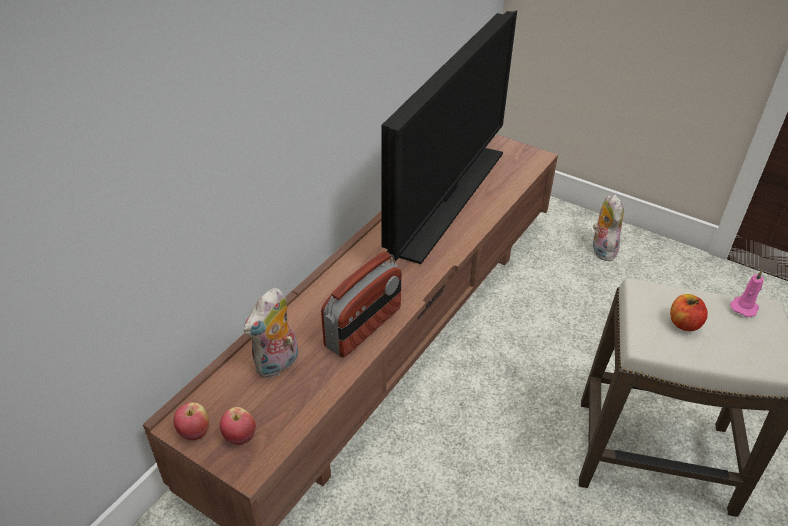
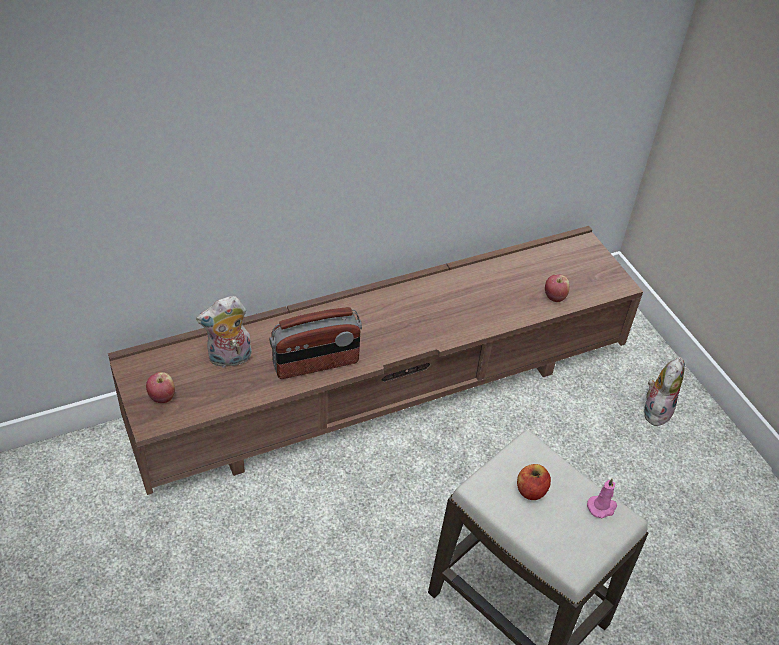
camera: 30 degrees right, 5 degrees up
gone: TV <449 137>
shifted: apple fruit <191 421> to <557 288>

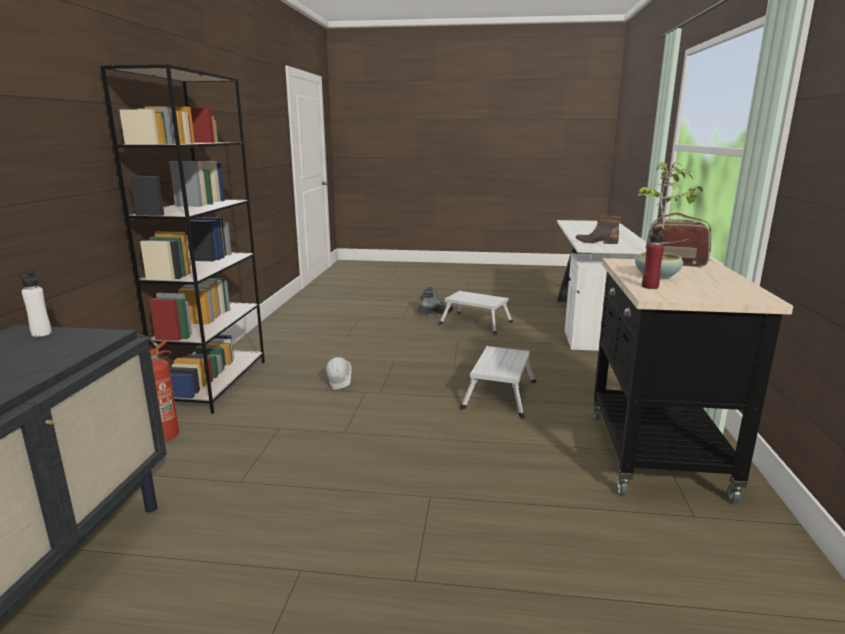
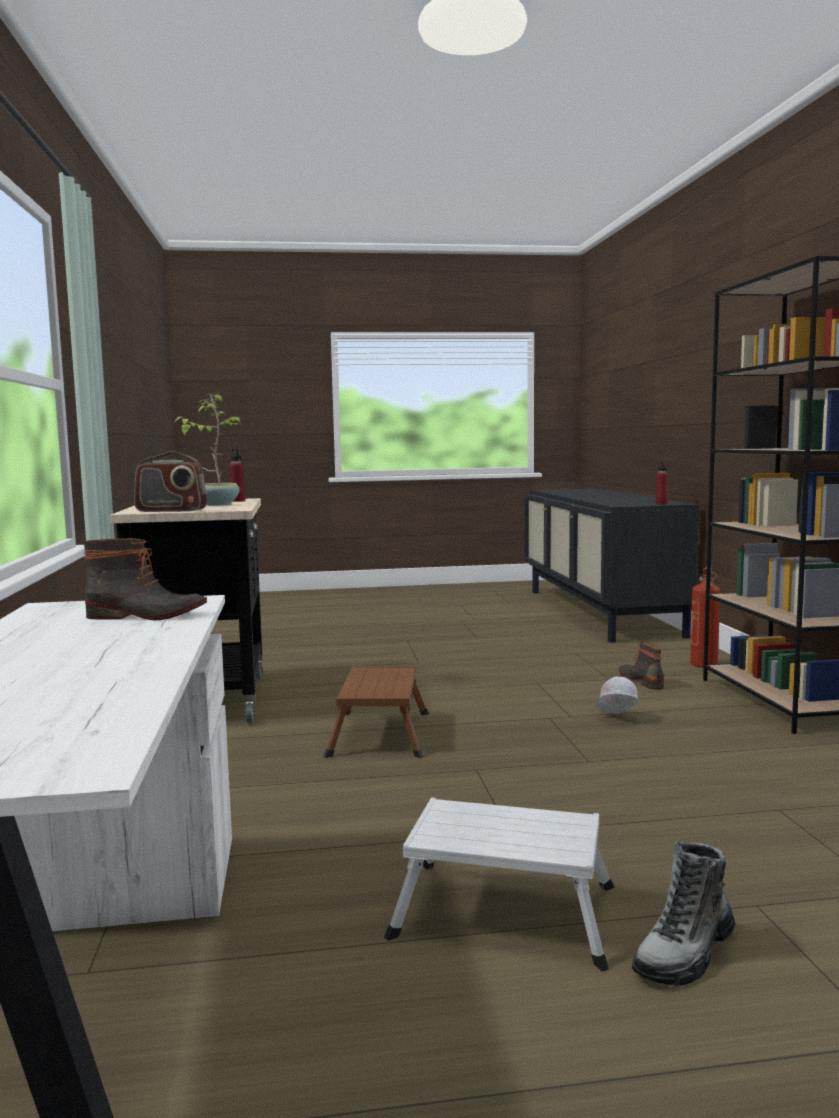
camera: 165 degrees right, 10 degrees down
new: high-top boot <641 666>
repainted: white step stool <497 382> to brown step stool <376 712>; white drink bottle <35 303> to red drink bottle <661 482>

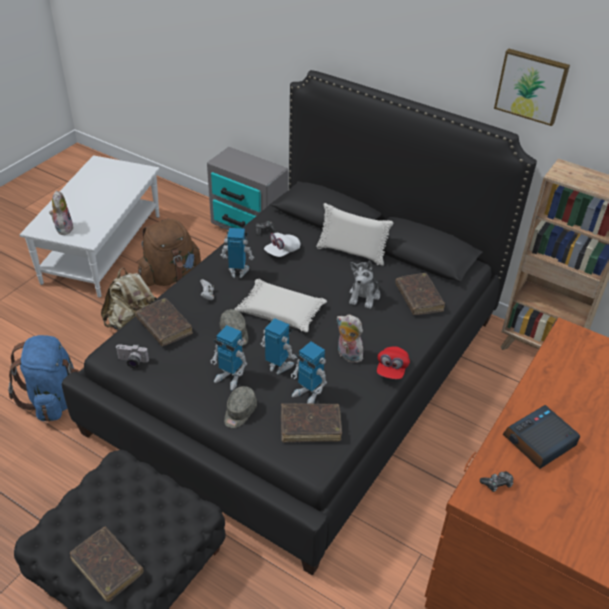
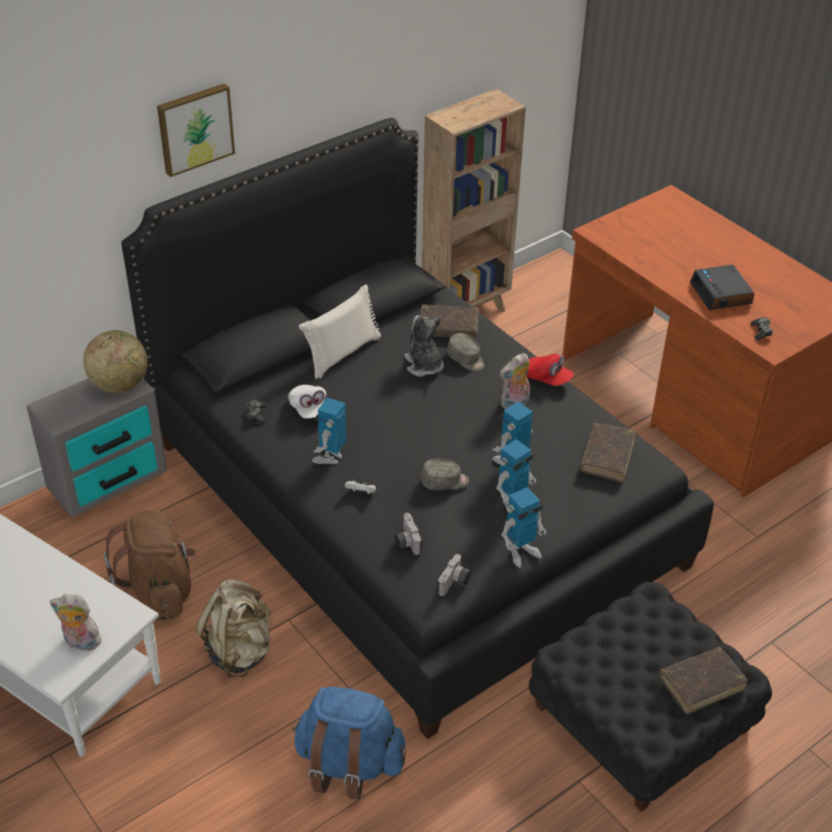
camera: 70 degrees left, 0 degrees up
gone: white pillow <280 305>
new: globe <115 361>
shifted: wall art <532 87> to <196 130>; grey baseball cap <240 407> to <465 352>; robot figure <309 373> to <523 527>
swapped: brown bound book <164 322> to still camera <408 534>
rotated: cuddly toy <364 285> = <424 346> 150 degrees counterclockwise

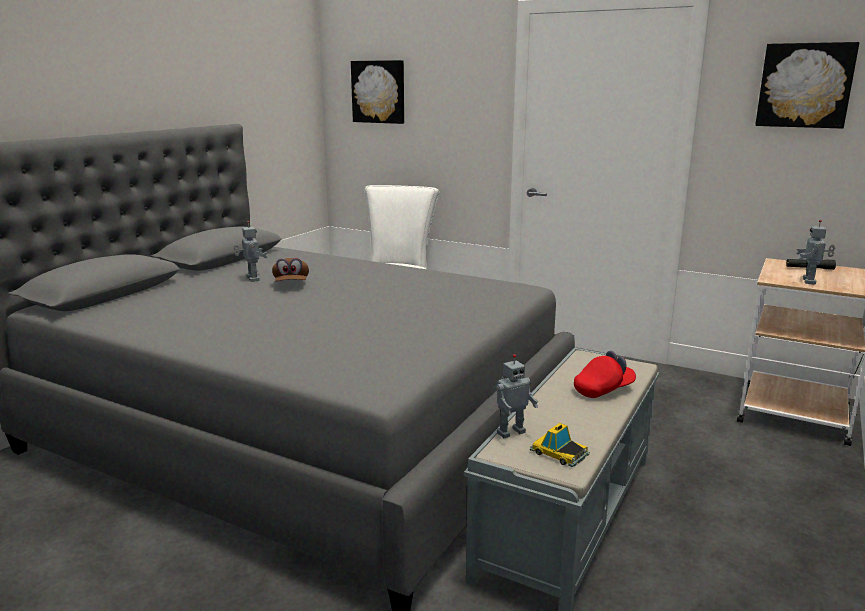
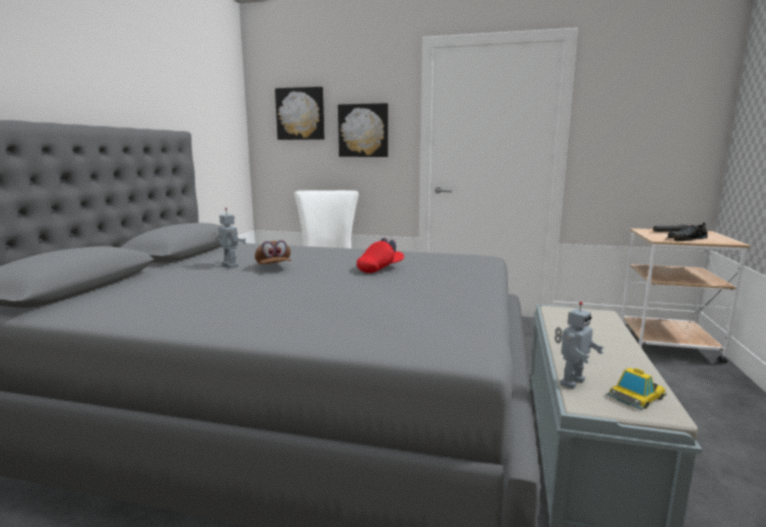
camera: 15 degrees left, 5 degrees down
shifted: wall art <807 85> to <363 130>; red baseball cap <605 374> to <380 255>
swapped: robot figure <815 252> to black low shoe <687 231>
rotated: toy car <560 445> = <637 389> 60 degrees counterclockwise

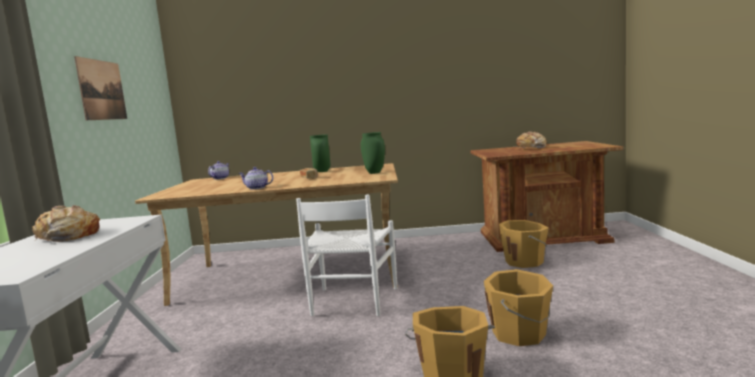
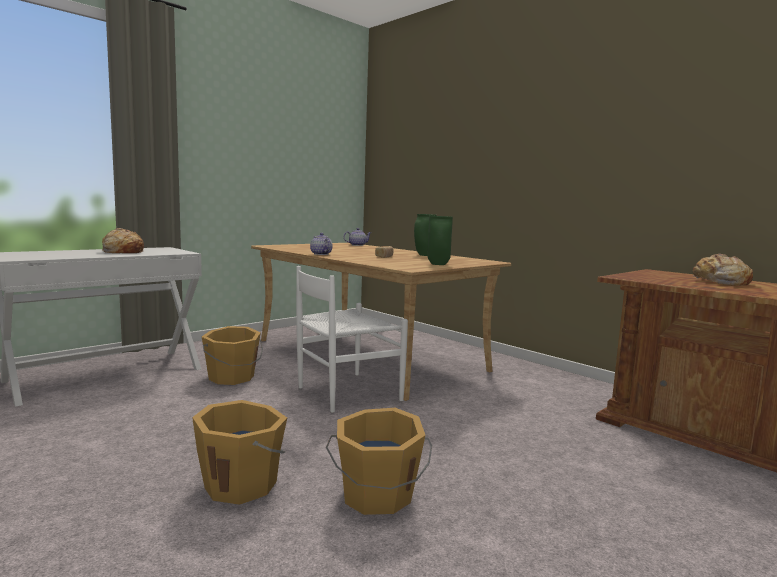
camera: 45 degrees right, 0 degrees up
gone: wall art <100 88>
shifted: orange pail <523 244> to <232 355>

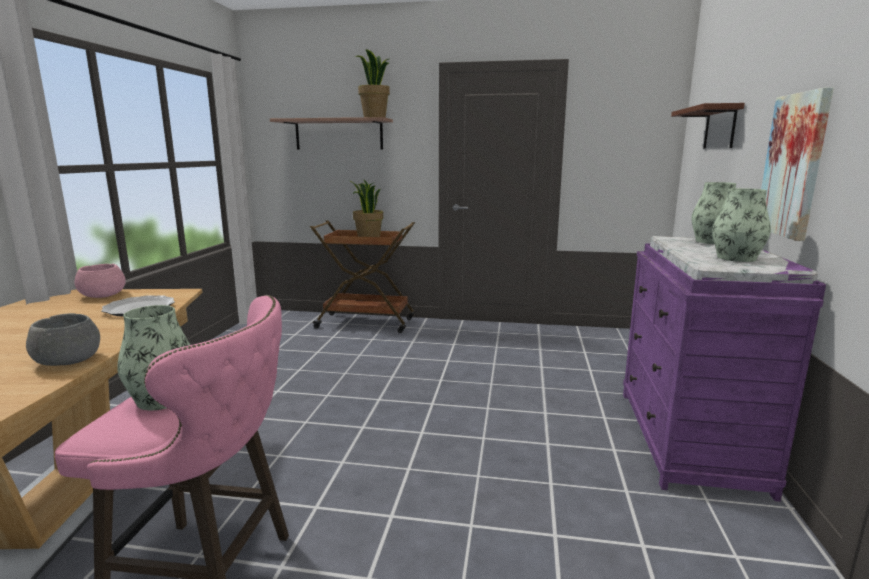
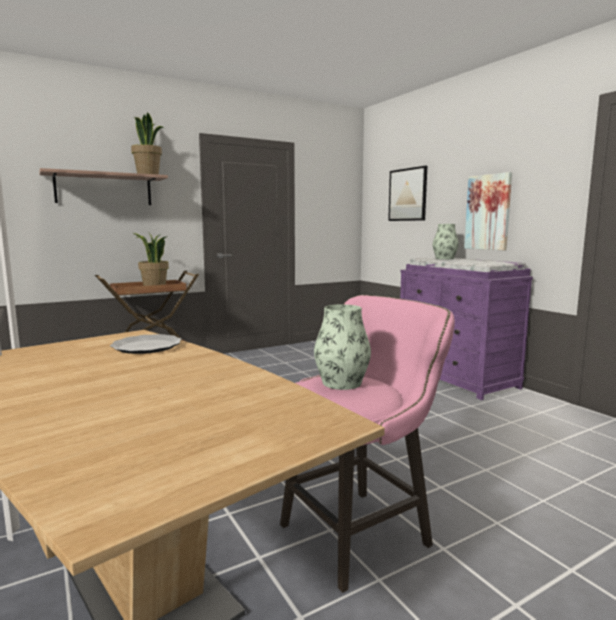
camera: 40 degrees left, 5 degrees down
gone: grey serving bowl <63 339>; pink serving bowl <100 281>; decorative vase <741 225>
swapped: brown bracket shelf <708 125> to wall art <407 193>

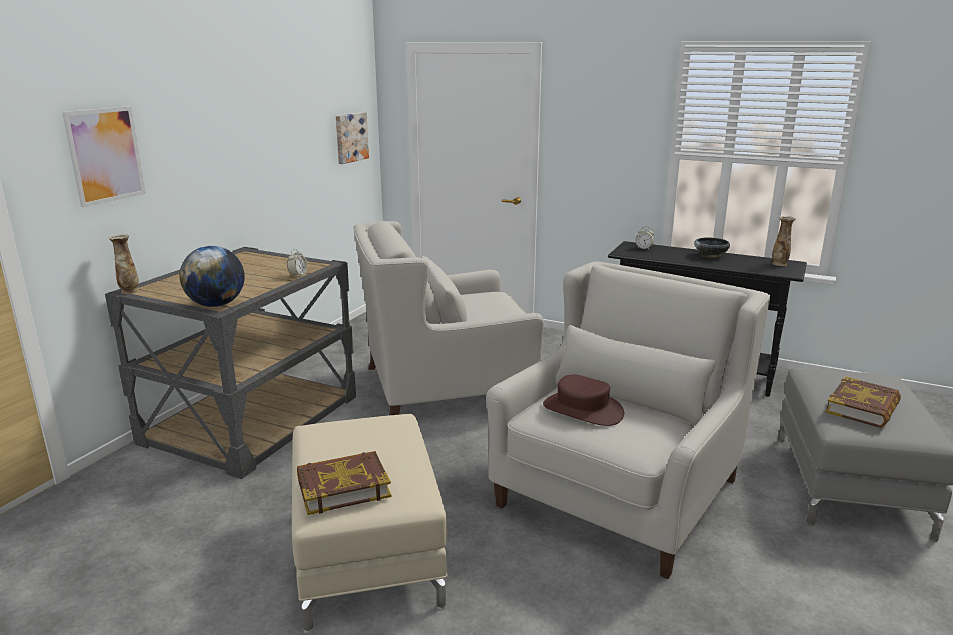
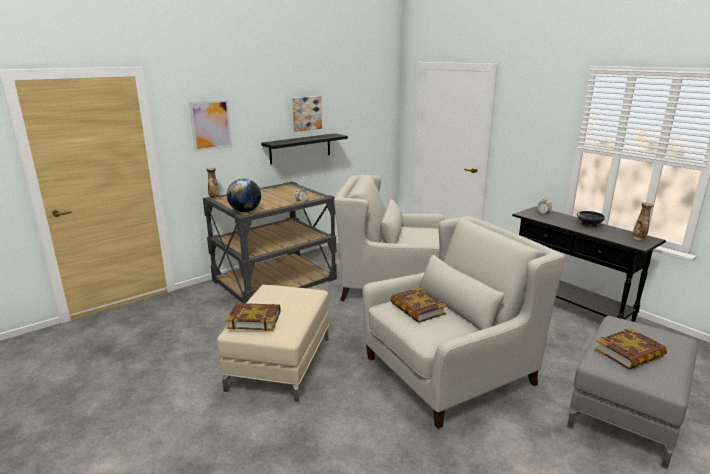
camera: 25 degrees right, 0 degrees up
new: black bracket shelf <304 148>
shifted: wall art <352 138> to <307 114>
swapped: brown clothing hat <583 400> to bound book <418 305>

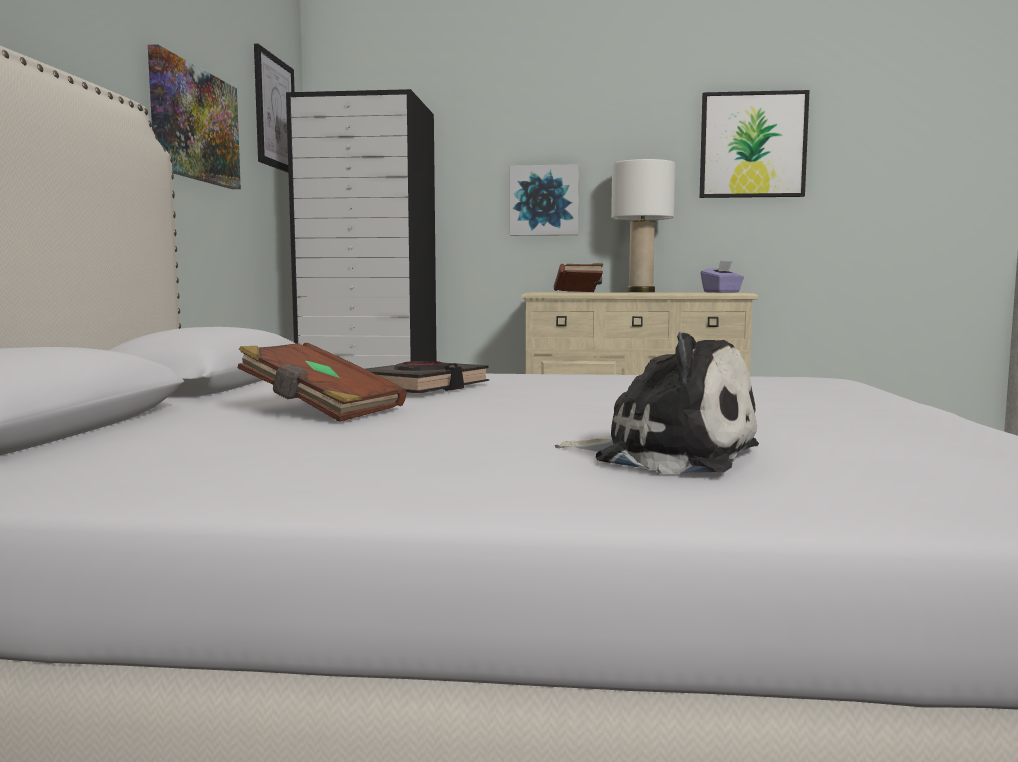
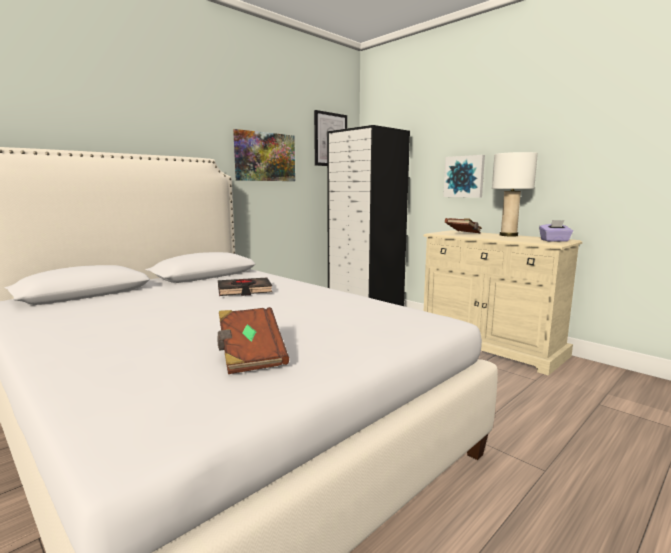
camera: 40 degrees right, 5 degrees up
gone: cuddly toy <657 403>; wall art <755 144>
shifted: brown bound book <322 382> to <253 340>

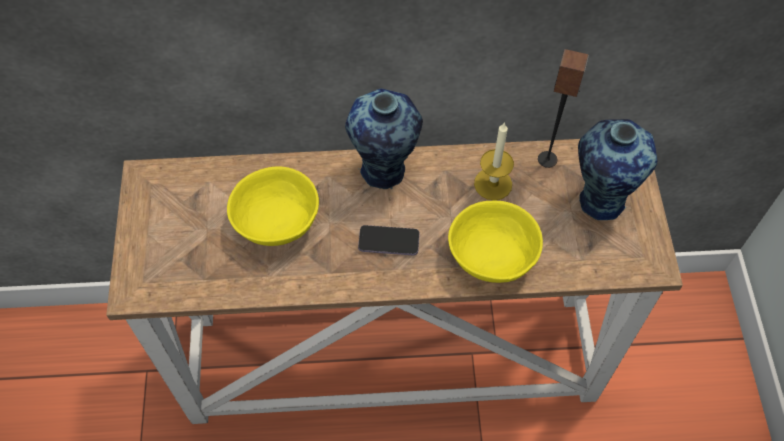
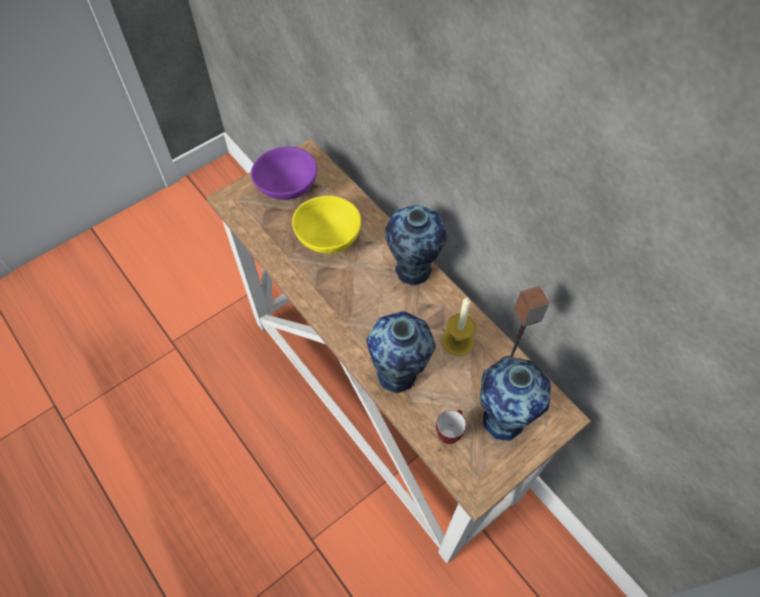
camera: 55 degrees right, 0 degrees up
gone: handset <389 240>
new: purplish serving bowl <284 173>; coffee mug <451 427>
swapped: yellow serving bowl <495 242> to decorative vase <401 352>

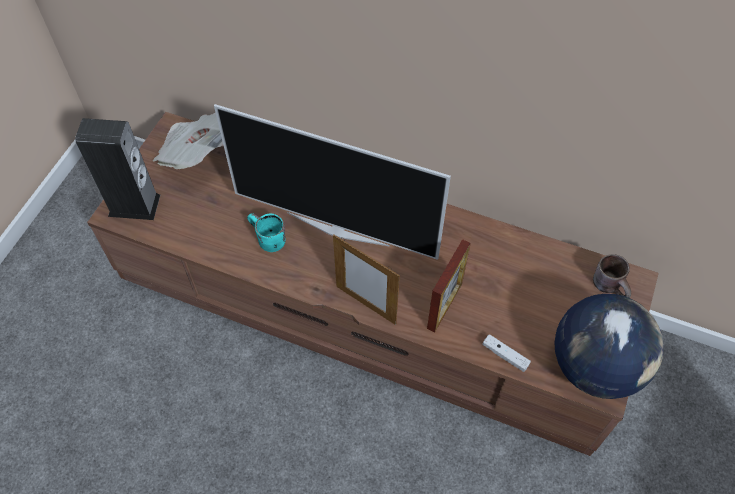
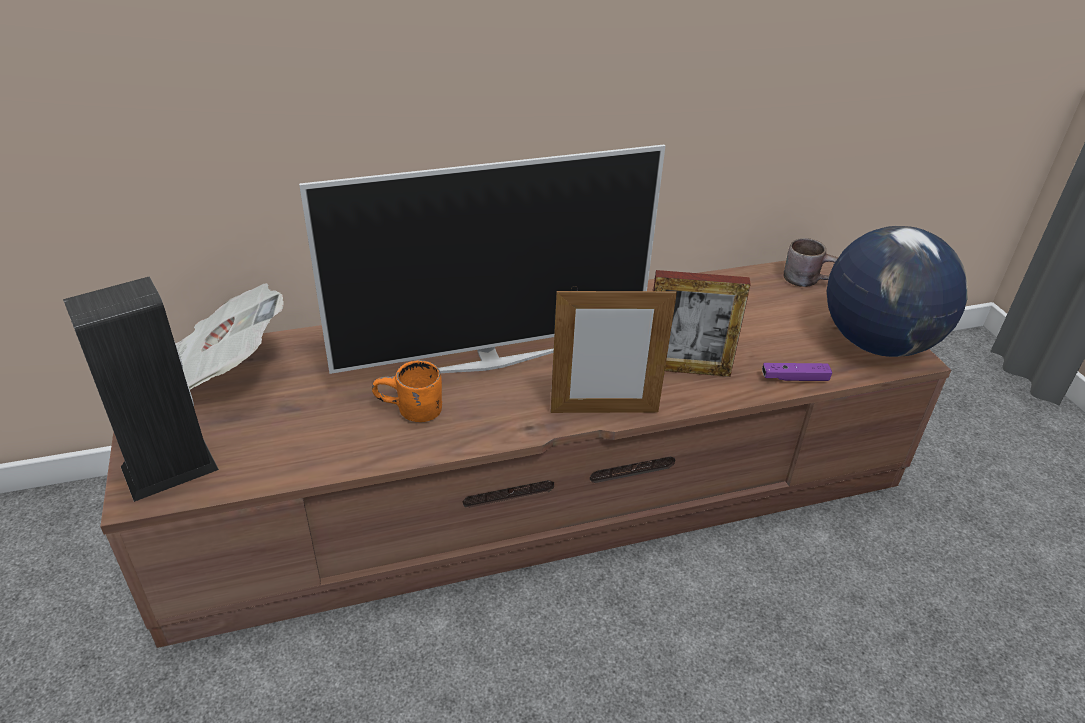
camera: 40 degrees left, 20 degrees down
repainted: turquoise-coloured coffee mug <266 232> to orange coffee mug <407 391>; white joypad <507 353> to purplish joypad <797 372>
rotated: standing frame <449 286> = <702 323> 105 degrees clockwise

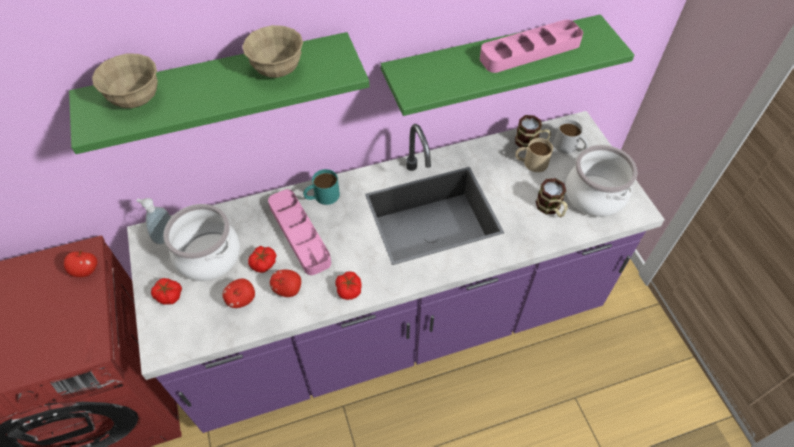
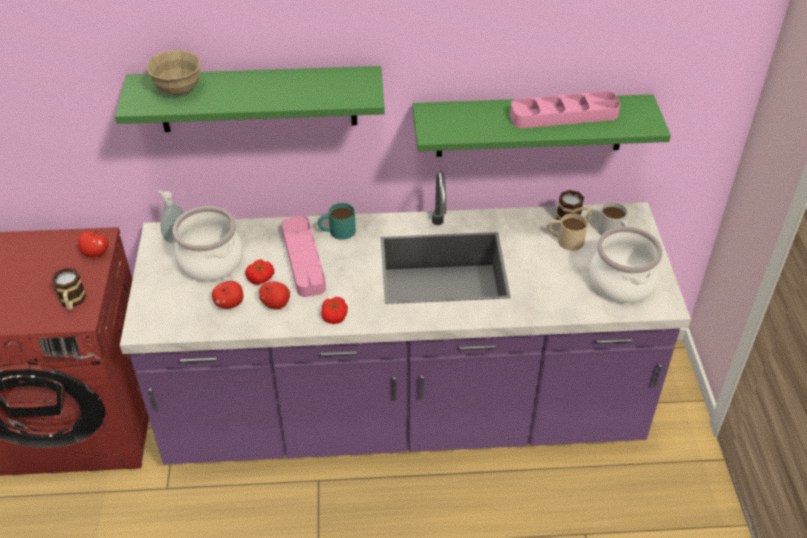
camera: 15 degrees right, 10 degrees down
gone: whole tomato <166 291>; beige serving bowl <272 51>
shifted: coffee mug <552 197> to <68 289>

